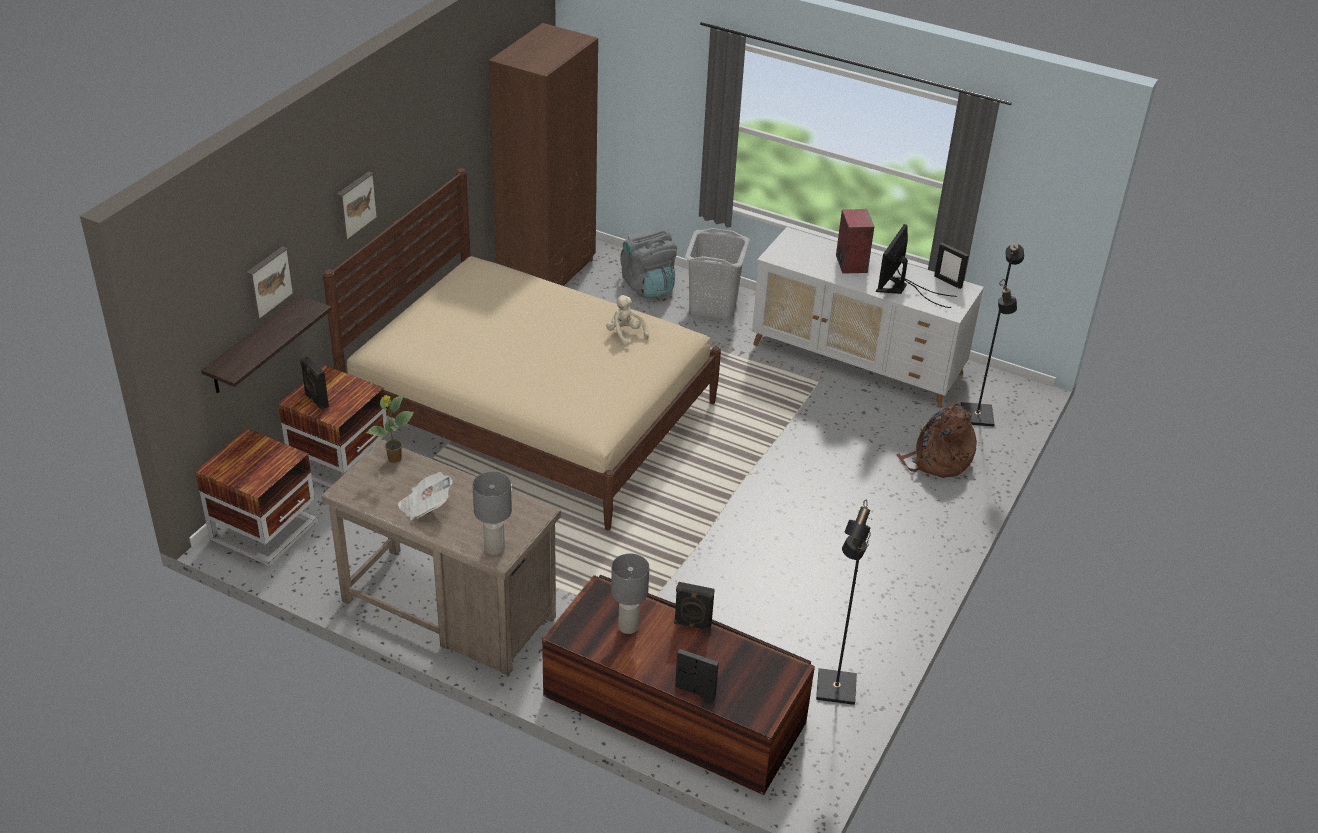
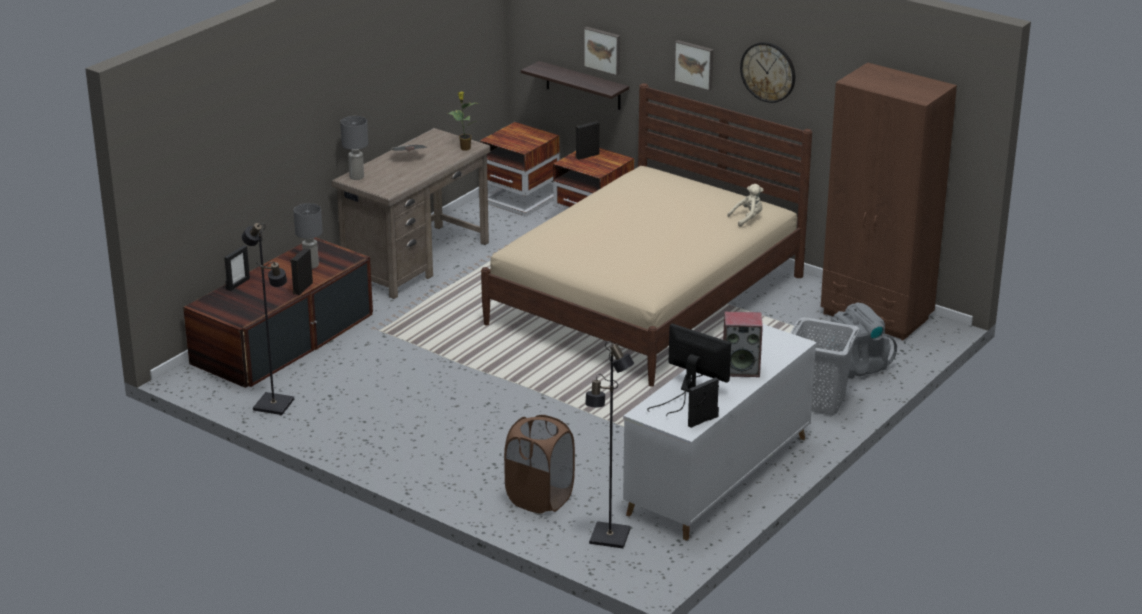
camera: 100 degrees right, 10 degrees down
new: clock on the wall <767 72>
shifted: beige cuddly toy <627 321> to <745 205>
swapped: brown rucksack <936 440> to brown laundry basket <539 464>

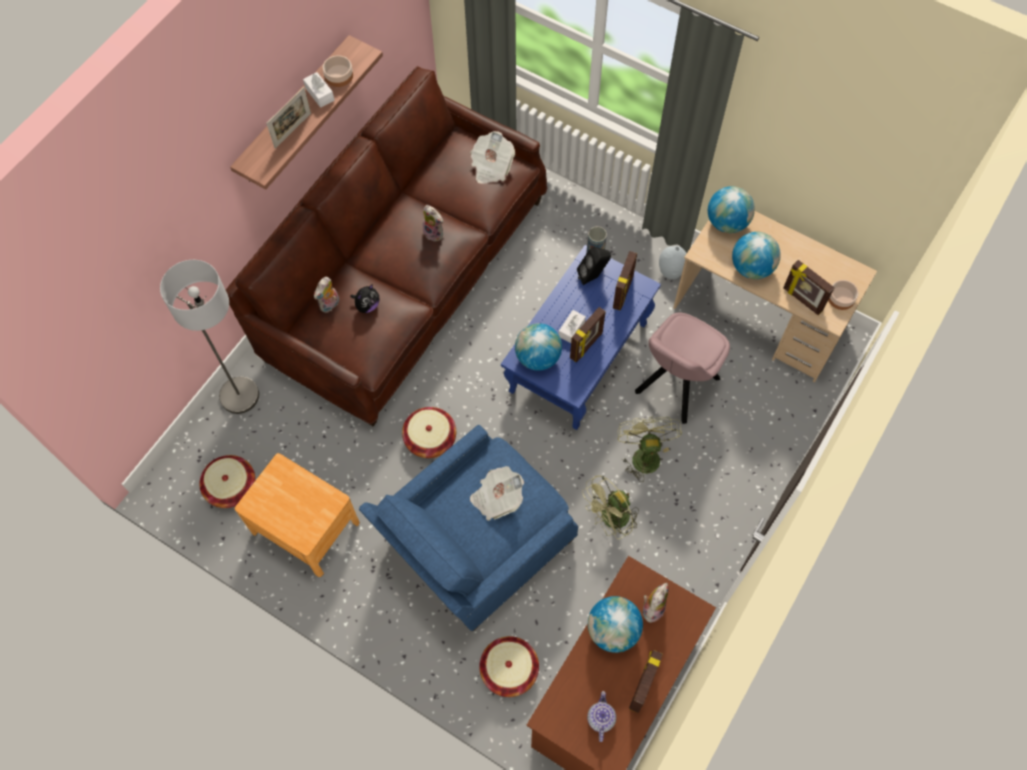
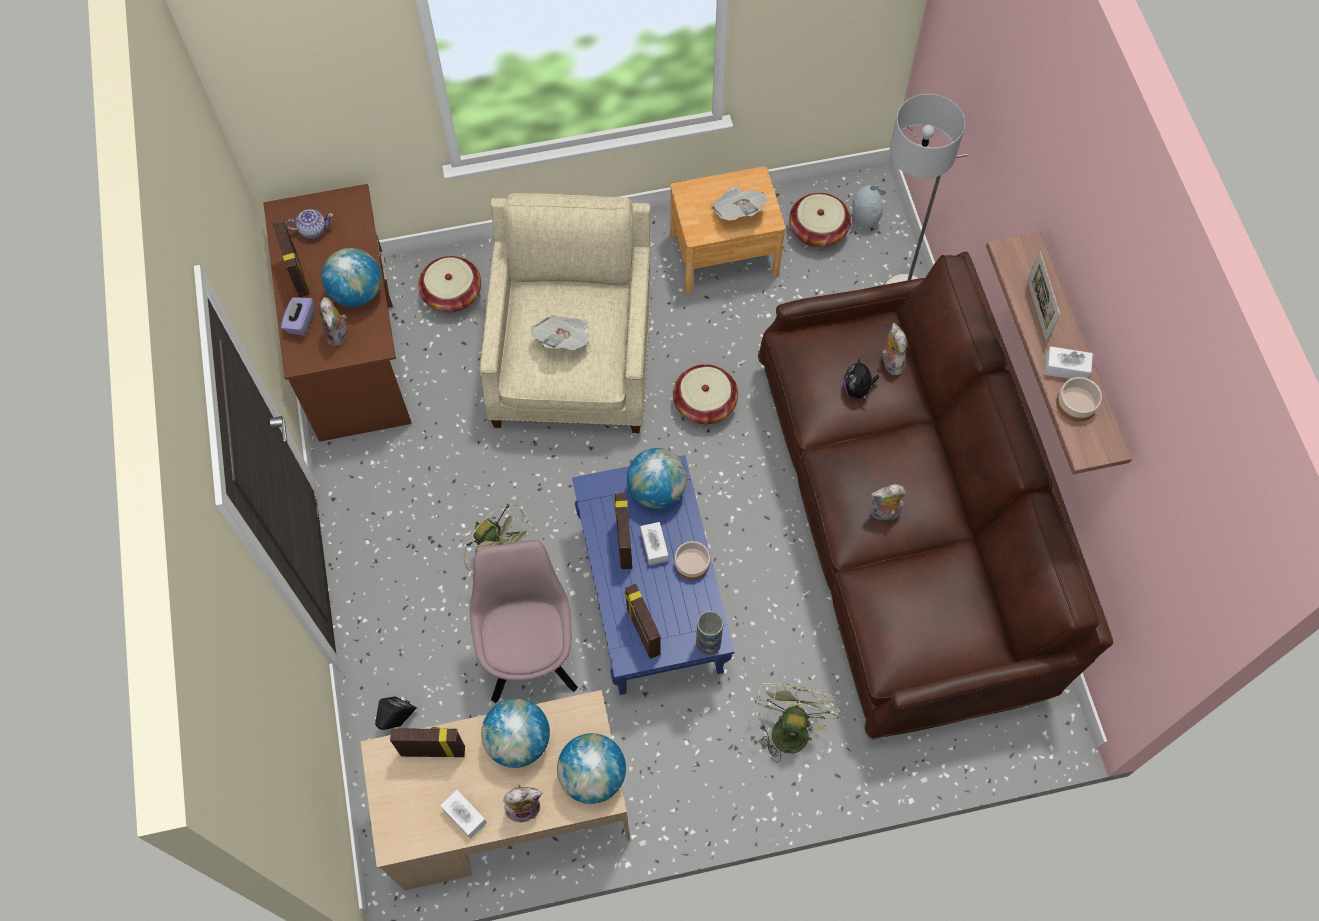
camera: 135 degrees right, 0 degrees up
new: purplish tissue box <297 316>; white tissue box <463 814>; cuddly toy <523 804>
shifted: black audio speaker <594 266> to <396 713>; serving bowl <843 295> to <692 560>; newspaper <492 157> to <739 203>; green-coloured fan <610 507> to <797 723>; grey decorative vase <672 262> to <869 206>
repainted: bluish easy chair <468 528> to beige easy chair <565 313>
rotated: tea pot <601 716> = <309 224> 60 degrees counterclockwise

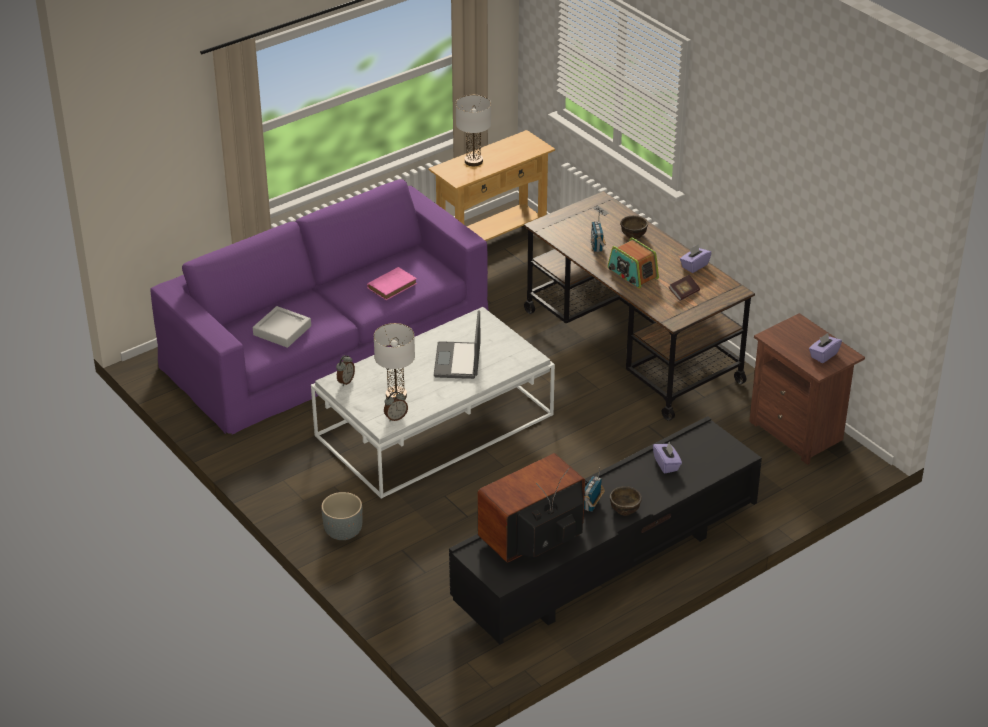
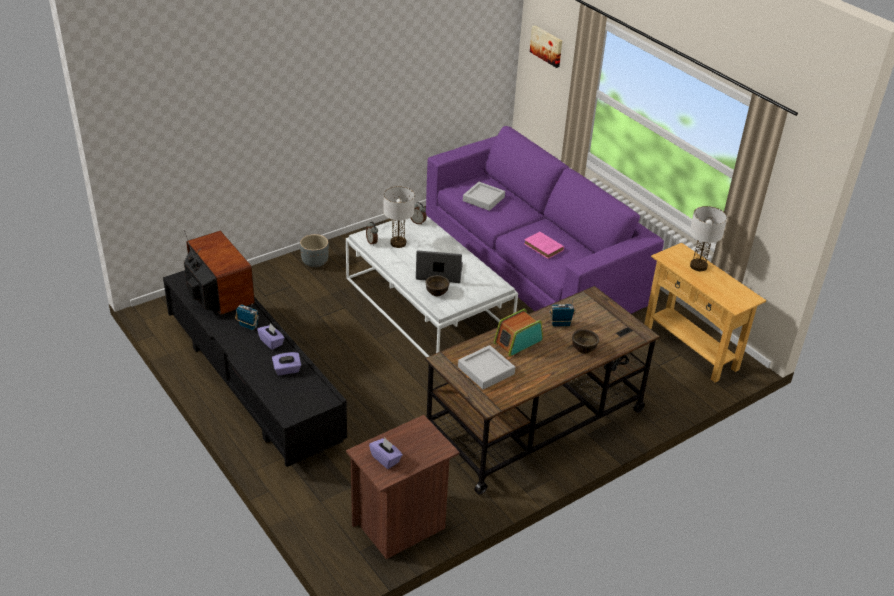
camera: 90 degrees right, 0 degrees up
new: wall art <546 46>
shifted: purplish tissue box <695 258> to <271 336>; brown serving bowl <626 501> to <438 285>
swapped: bound book <684 288> to grey serving tray <486 367>

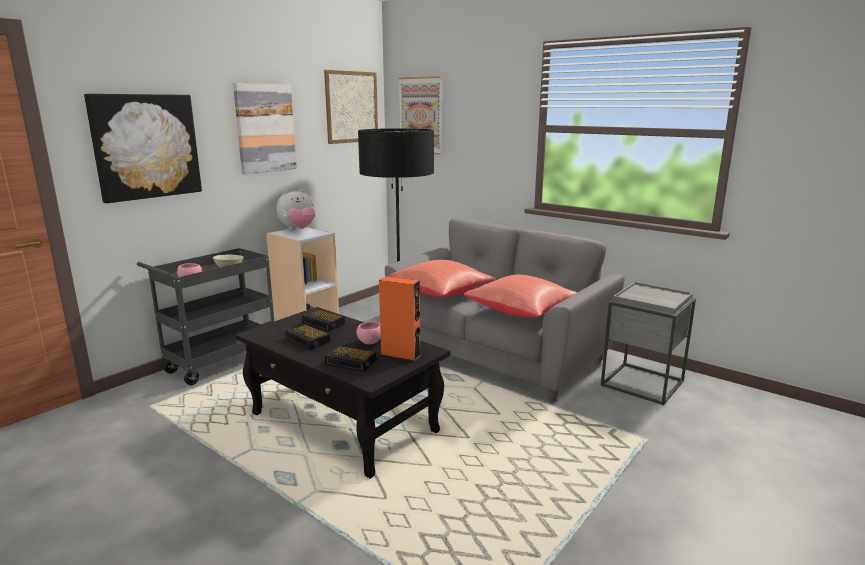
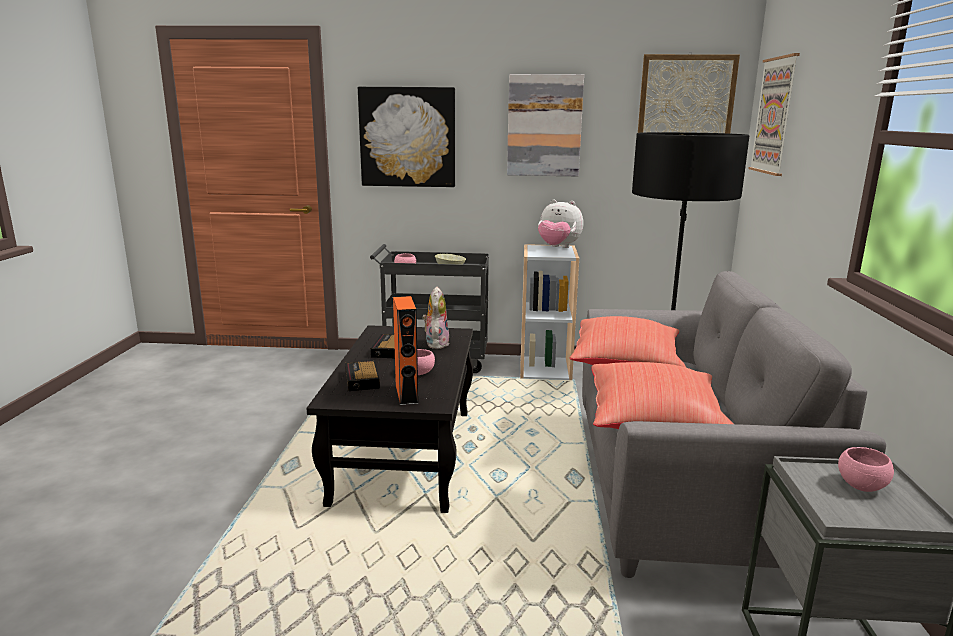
camera: 55 degrees right, 0 degrees up
new: pink serving bowl <866 469>
swapped: alarm clock <323 320> to cuddly toy <435 318>

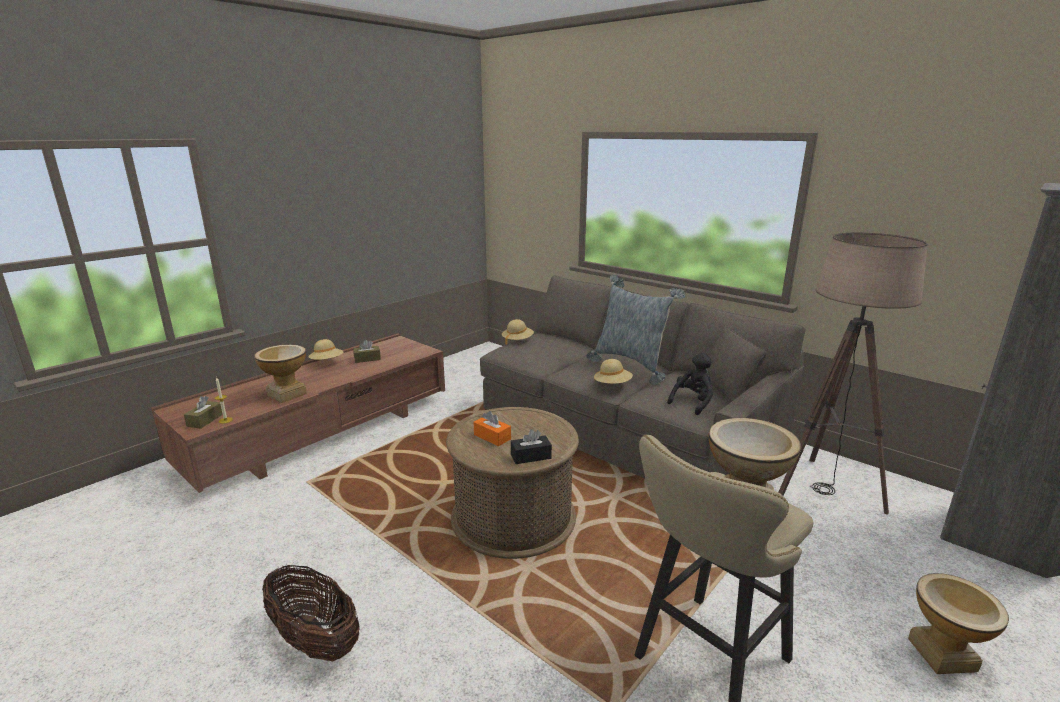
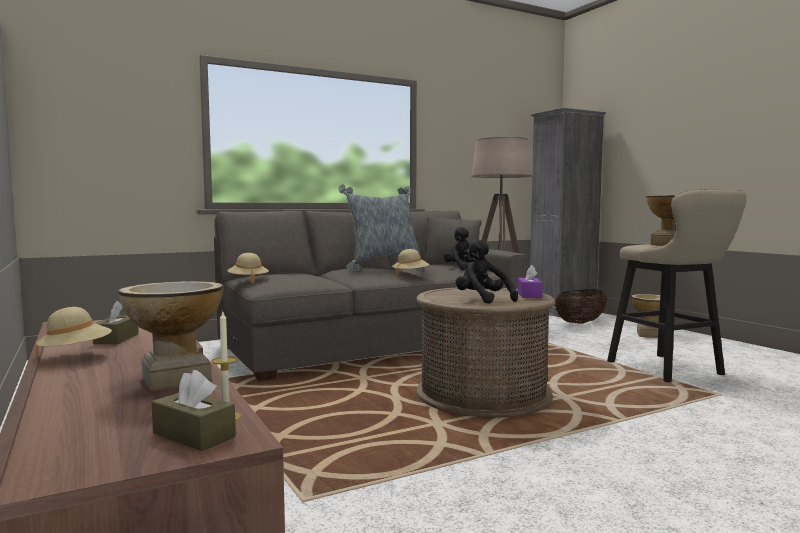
camera: 70 degrees left, 15 degrees down
shifted: basket <311 613> to <581 306>
swapped: orange tissue box <492 428> to black cuddly toy <487 271>
repainted: black tissue box <531 446> to purplish tissue box <530 281>

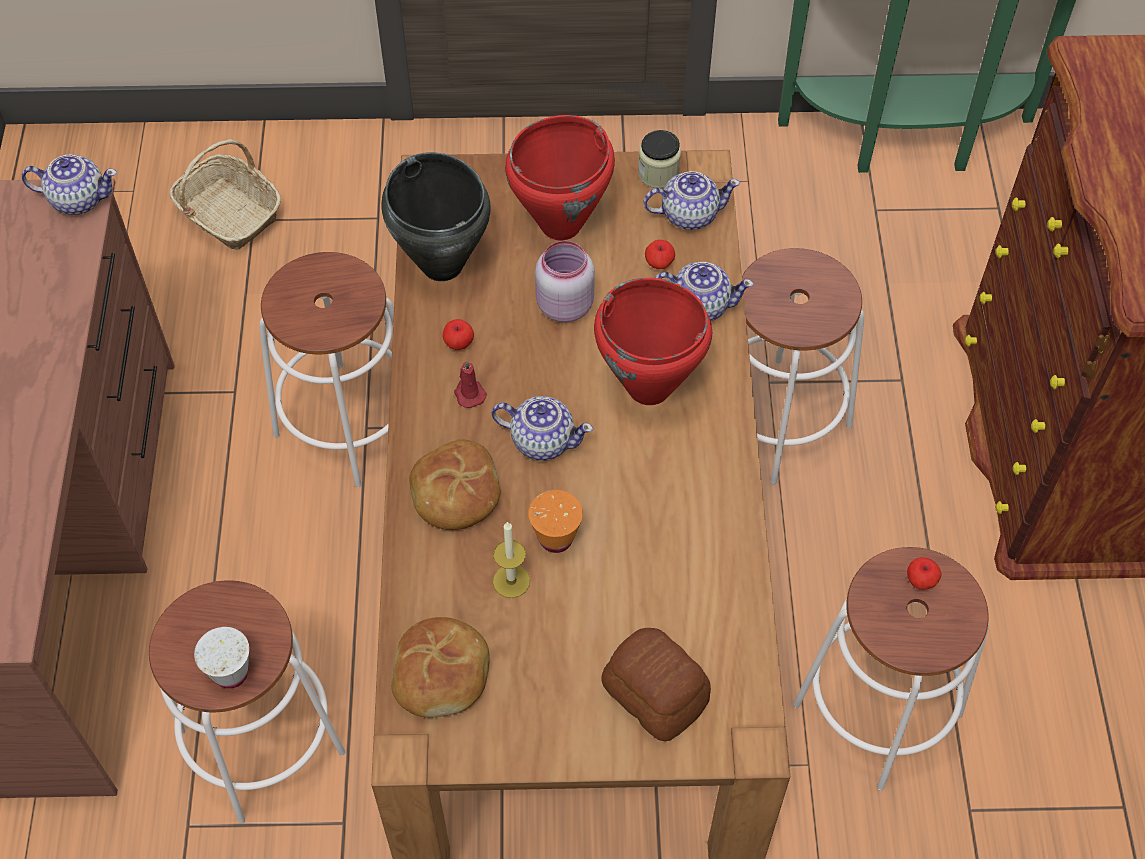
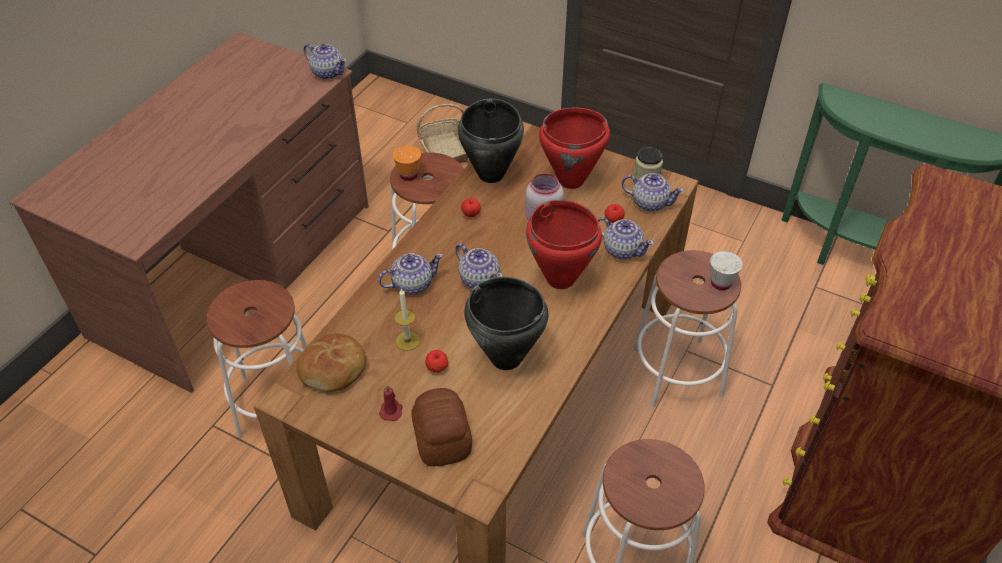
camera: 30 degrees right, 10 degrees down
new: black cooking pot <506 323>
shifted: red candle <470 384> to <390 403>; orange cup <555 521> to <407 163>; apple fruit <924 573> to <436 361>; white cup <221 658> to <726 270>
swapped: bakery bread <455 484> to tea pot <410 274>

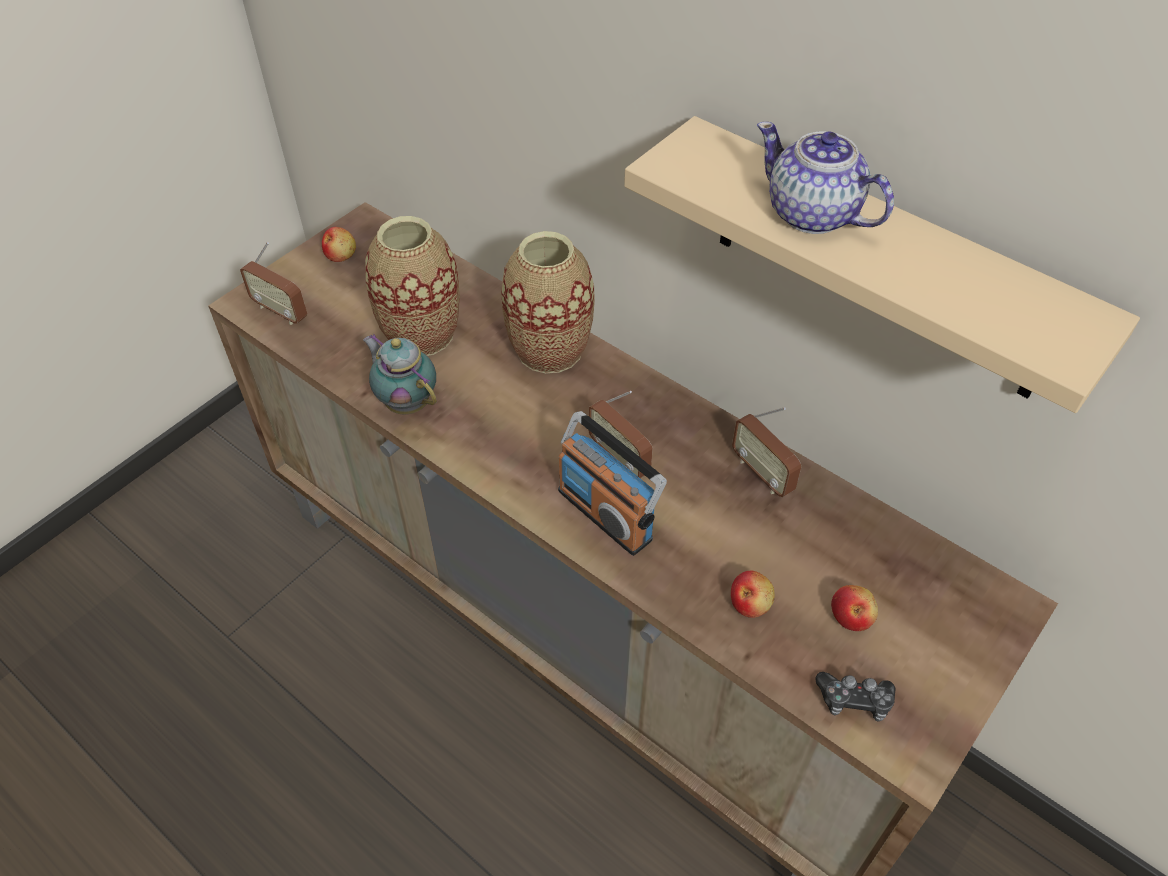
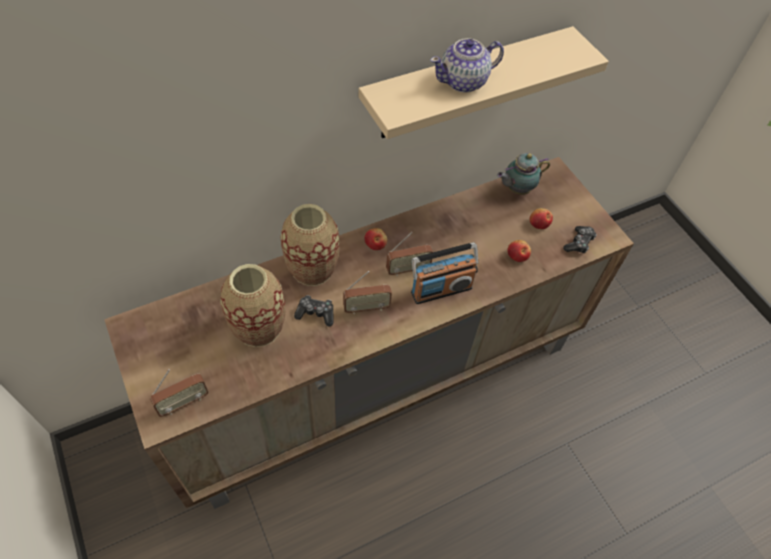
camera: 70 degrees left, 5 degrees up
new: joypad <314 310>
shifted: radio receiver <766 452> to <367 292>; apple fruit <339 244> to <375 239>; tea pot <400 374> to <523 174>

